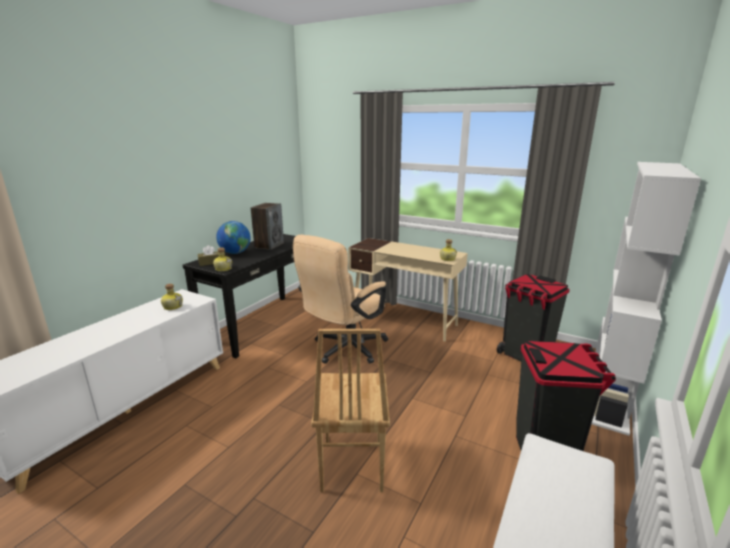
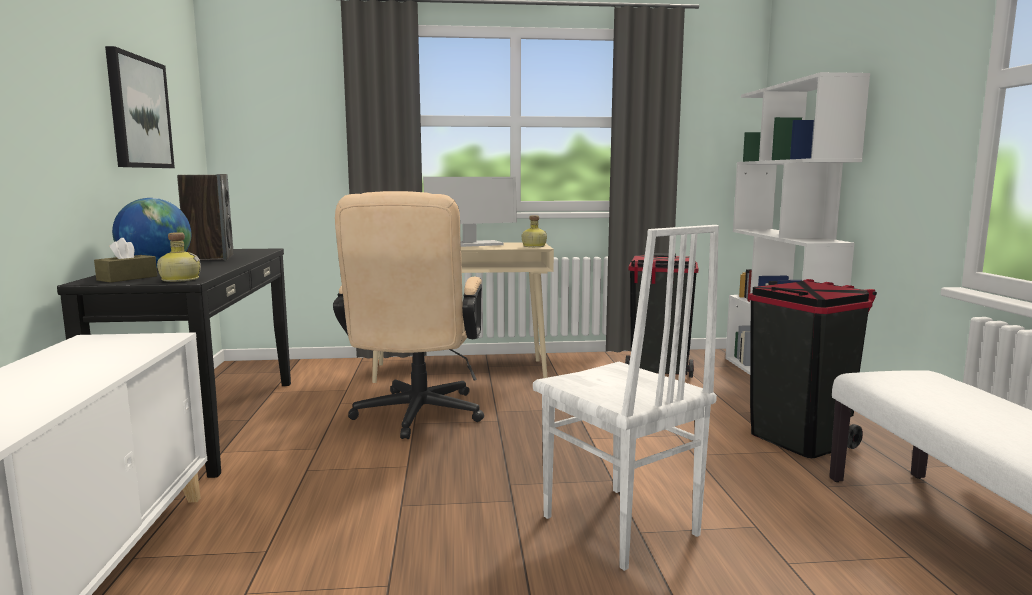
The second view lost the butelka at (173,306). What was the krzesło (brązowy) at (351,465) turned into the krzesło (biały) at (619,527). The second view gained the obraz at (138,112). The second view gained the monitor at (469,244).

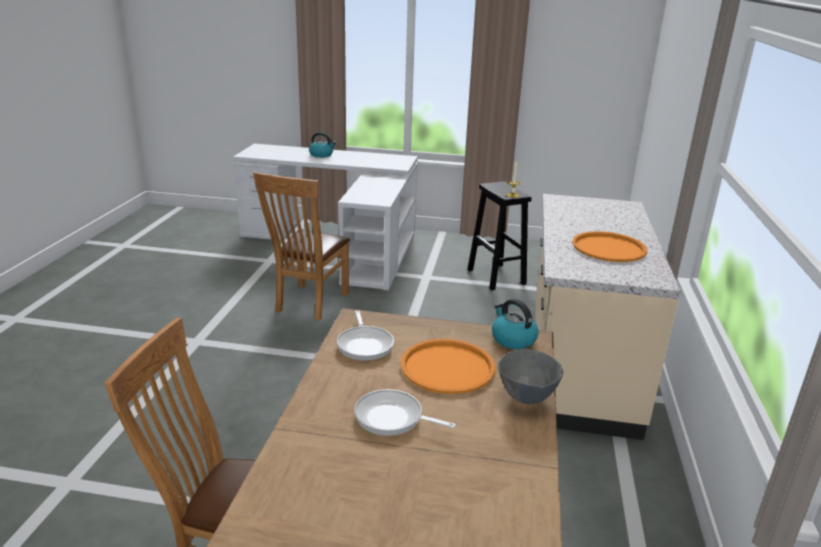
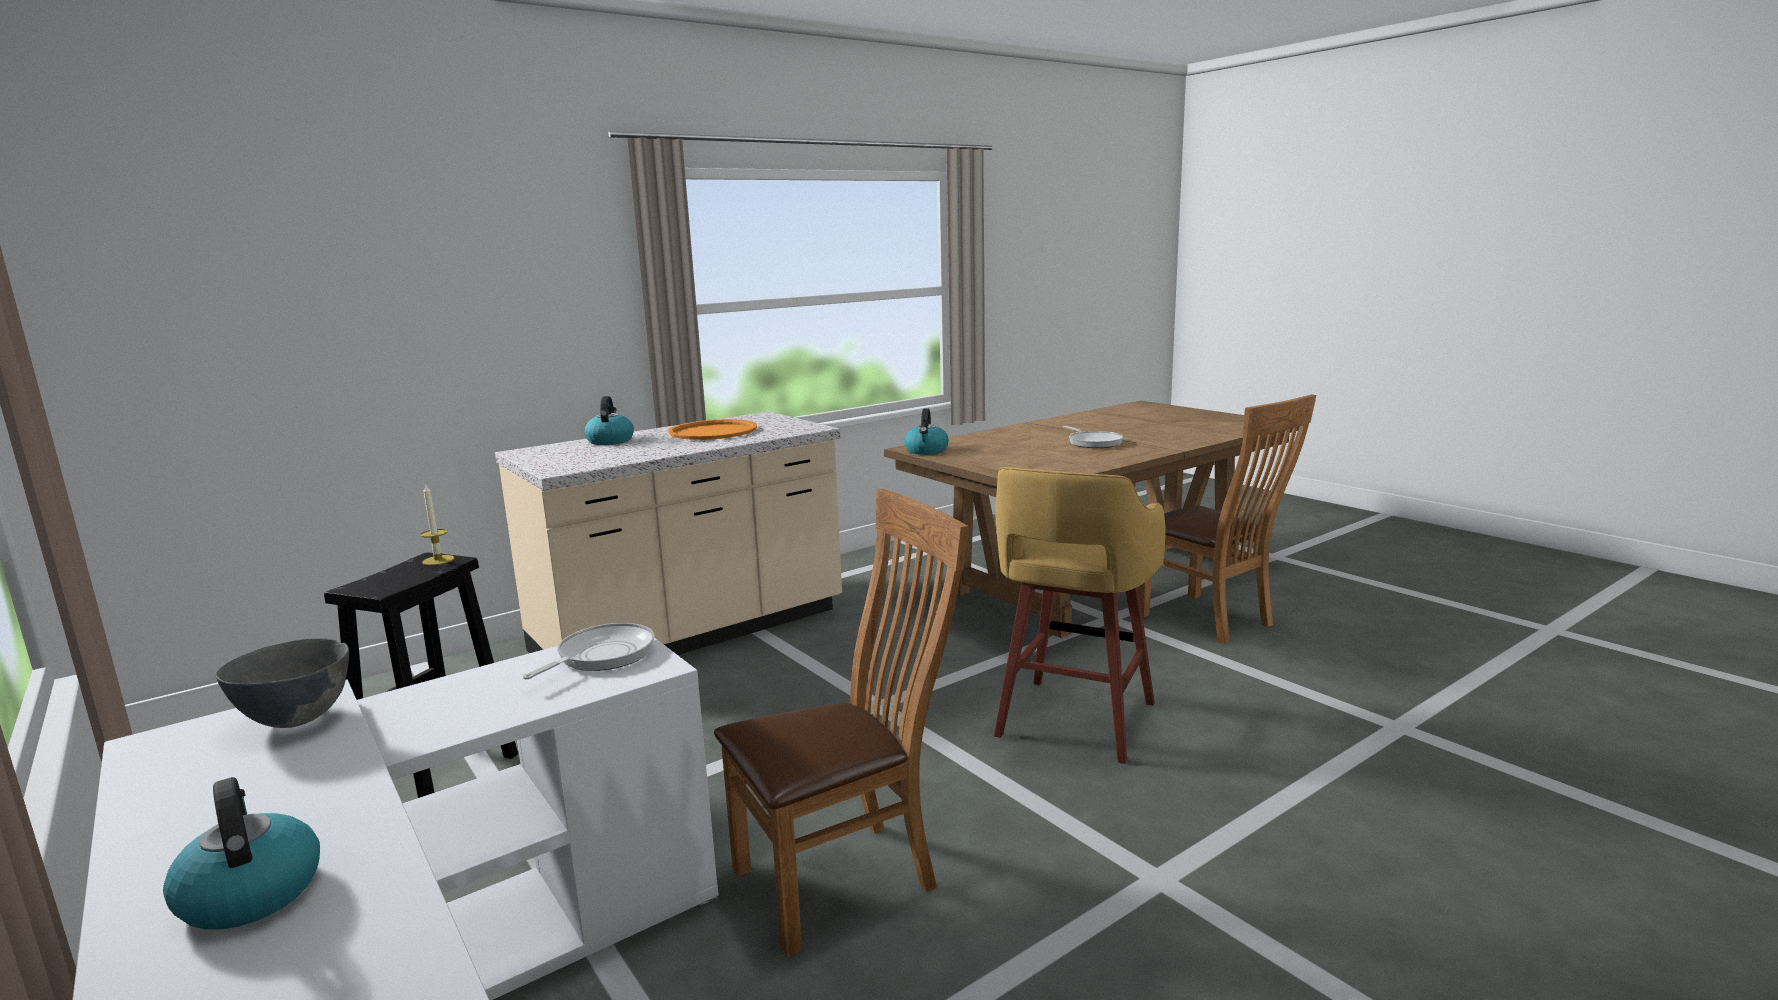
The patelnia ended up elsewhere, having gone from (365,344) to (601,656). The second view lost the taca (pomarańczowy) at (447,367). The miska (szary) ended up elsewhere, having gone from (527,398) to (298,719). The second view gained the czajnik at (610,441). The second view gained the stołek (żółty) at (1073,722).

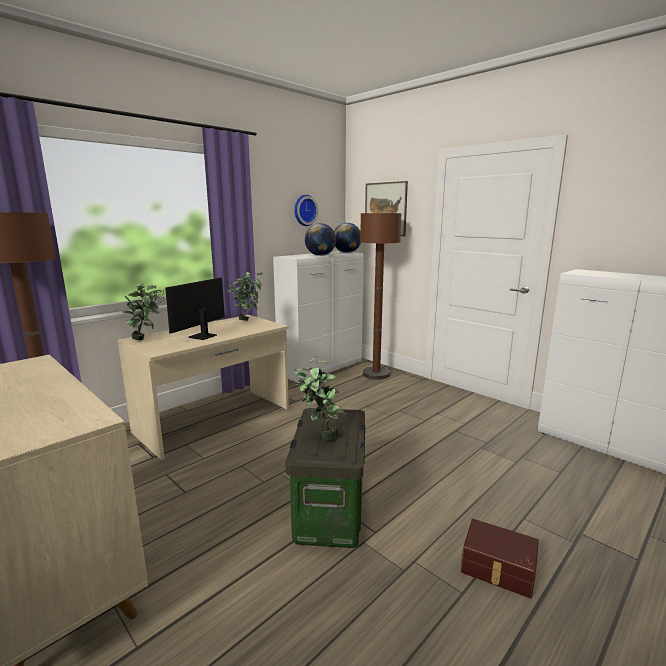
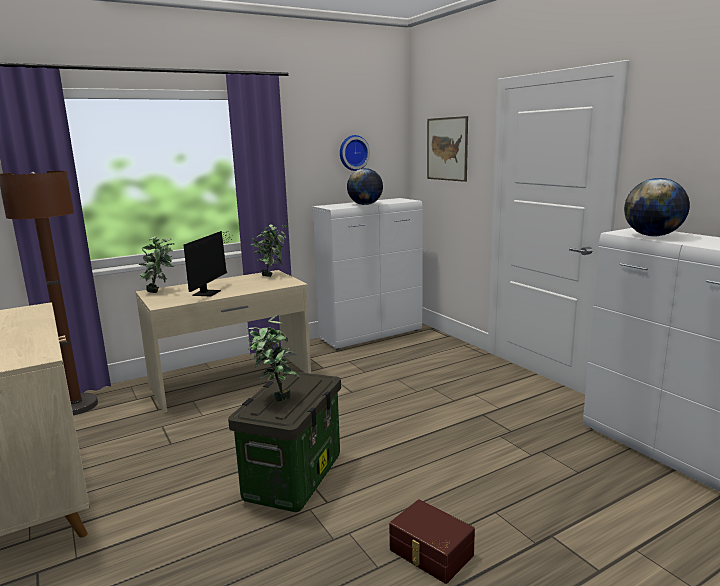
The second view lost the lampa stojąca (brązowy) at (376,374). The globus ended up elsewhere, having gone from (347,252) to (653,236). The monitor at (199,337) ended up facing another way, 150 degrees clockwise from before.

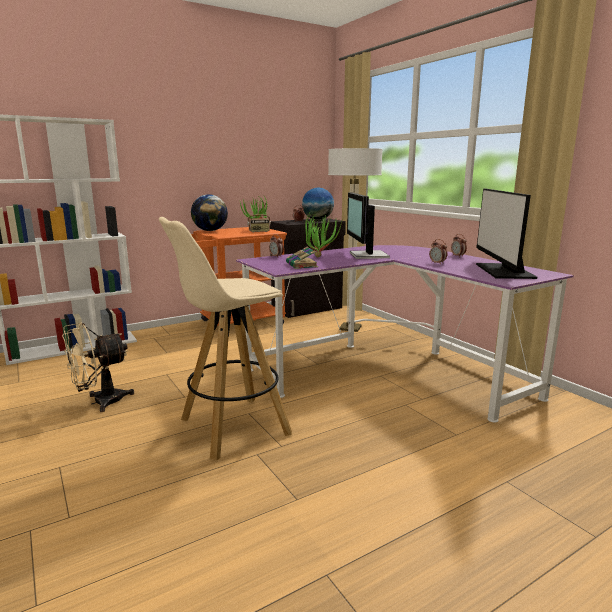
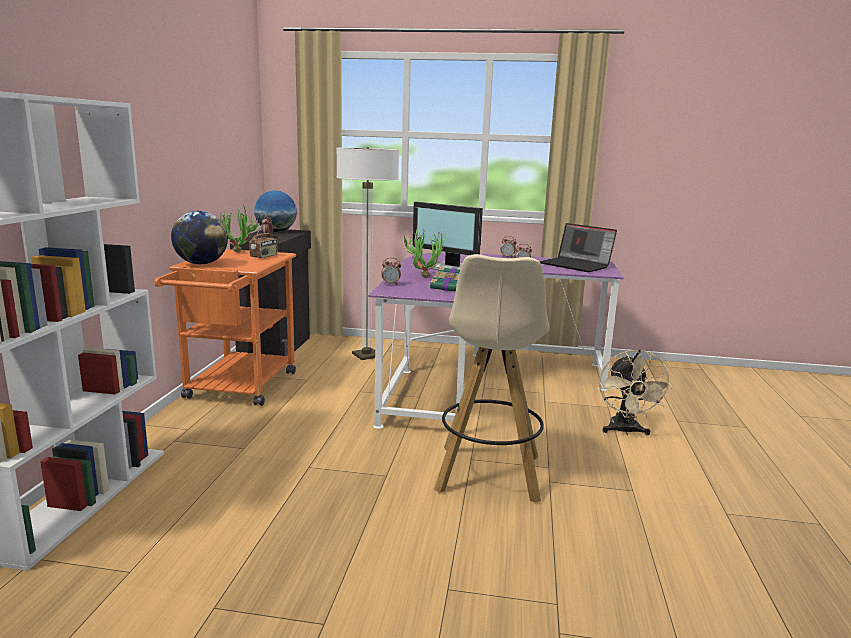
Where the monitor stood at (503,271), the laptop came to stand at (576,265). The wentylator (beżowy) ended up elsewhere, having gone from (100,402) to (625,431).

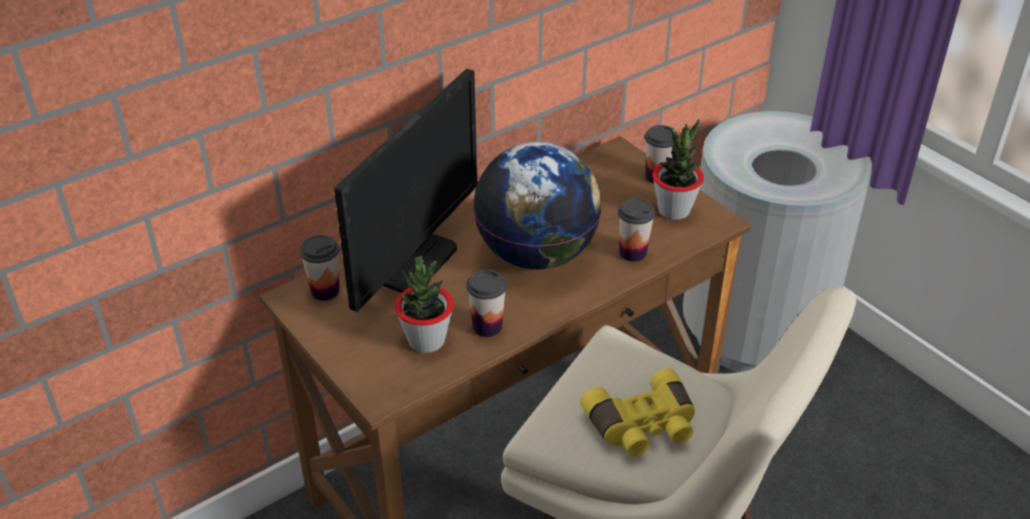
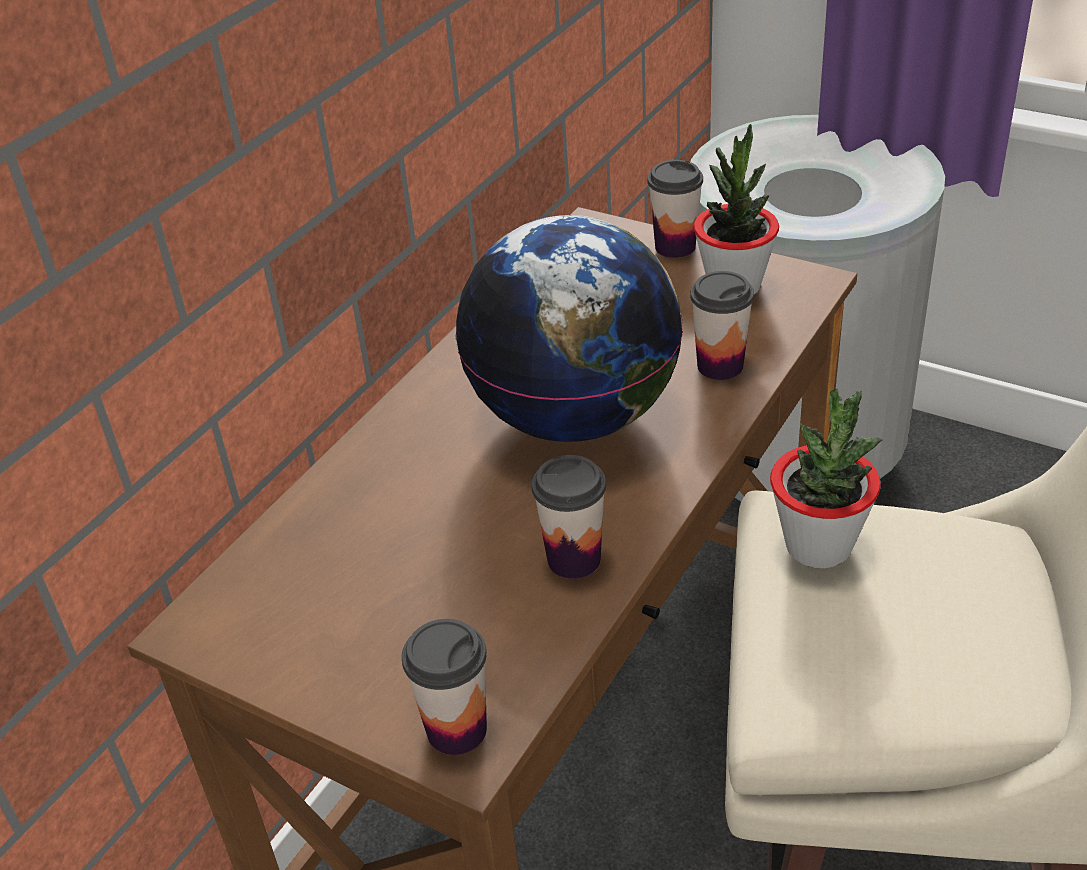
The second view lost the monitor at (413,261). The filiżanka ended up elsewhere, having gone from (325,291) to (456,730). The roślina doniczkowa ended up elsewhere, having gone from (426,341) to (819,546). The second view lost the lornetka (żółty) at (643,427).

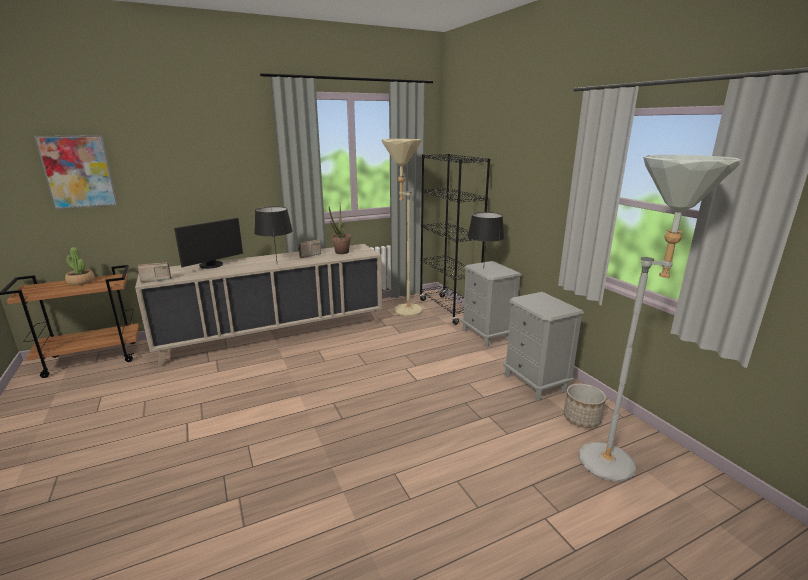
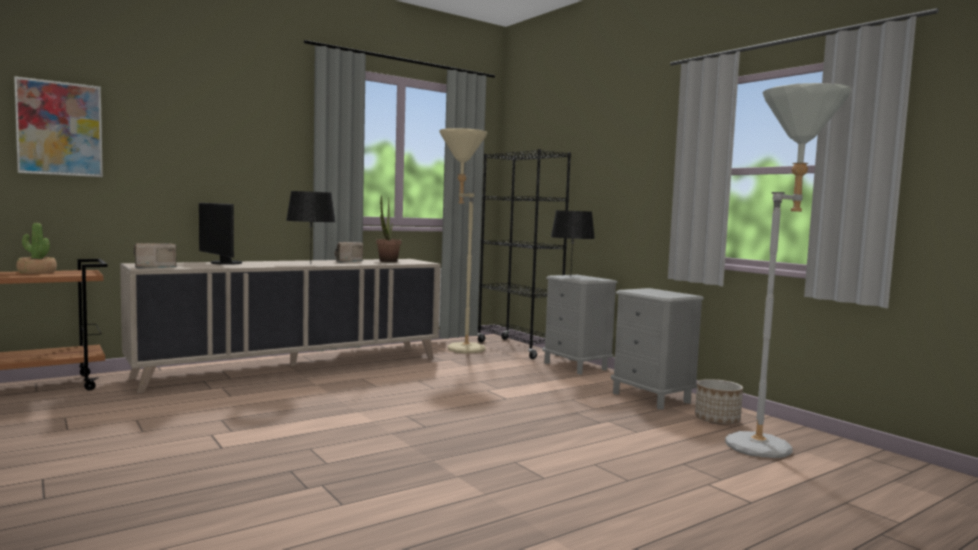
The monitor at (212,265) ended up facing another way, 105 degrees clockwise from before.

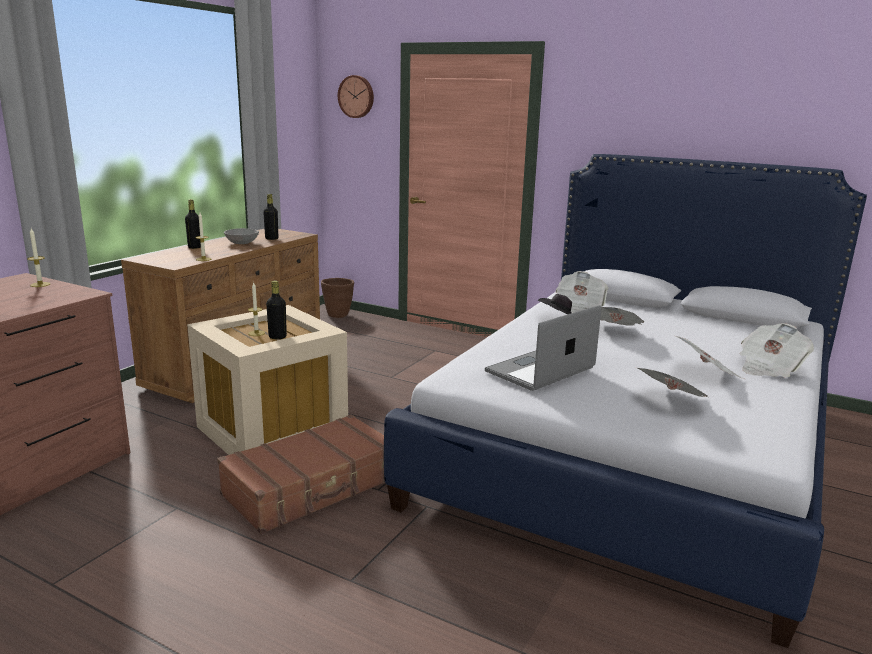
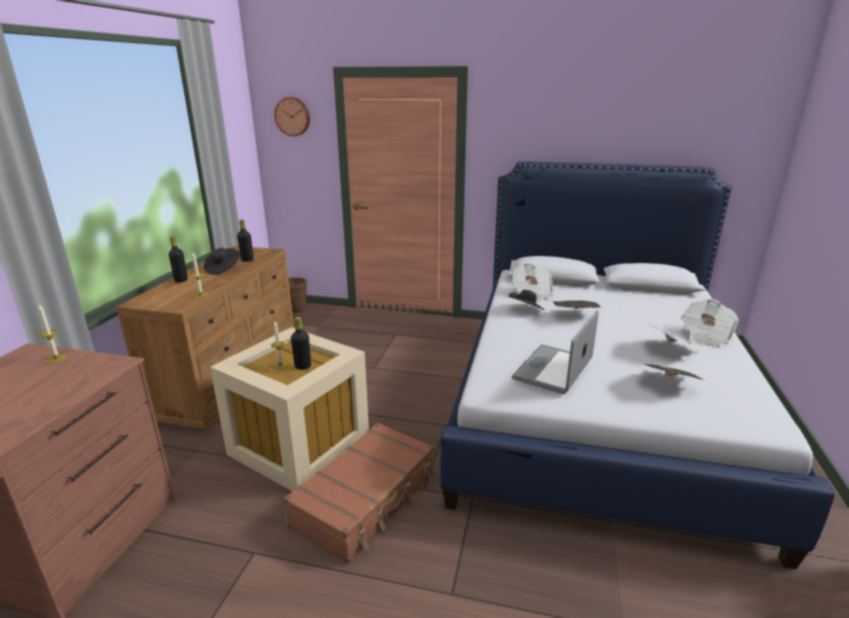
Where the miska (szary) stood at (241,243), the kapelusz (czarny) came to stand at (223,269).

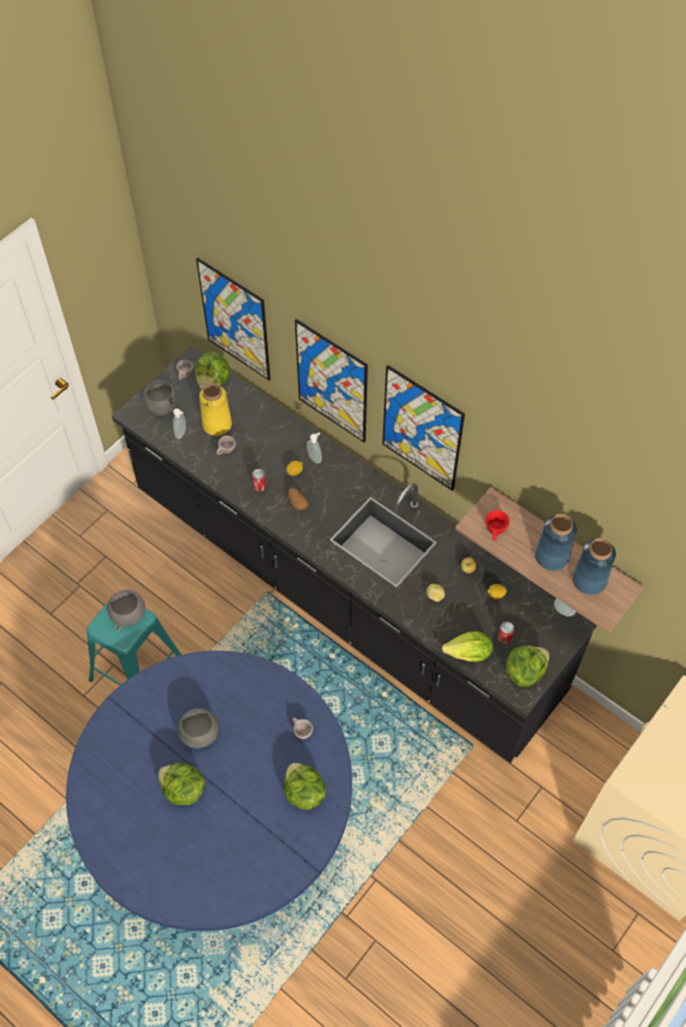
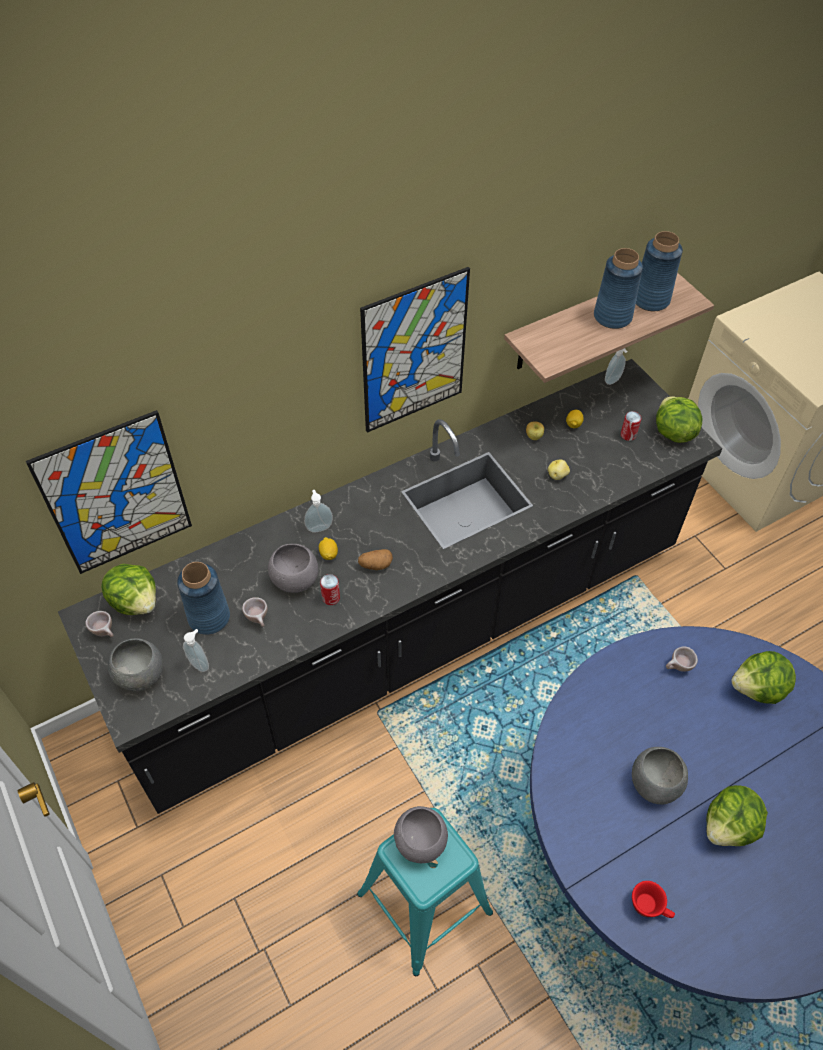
The second view lost the obraz at (332,382). What was the wazon (żółty) at (217,424) turned into the wazon (niebieski) at (209,617). The filiżanka (czerwony) ended up elsewhere, having gone from (495,531) to (650,906). The second view lost the sałata at (469,654). The second view gained the miska (szary) at (295,579).

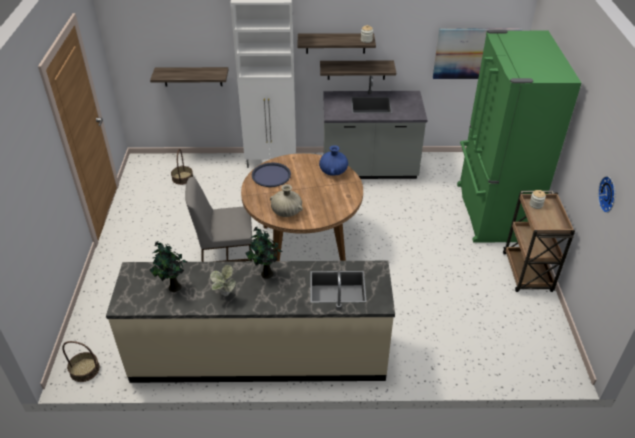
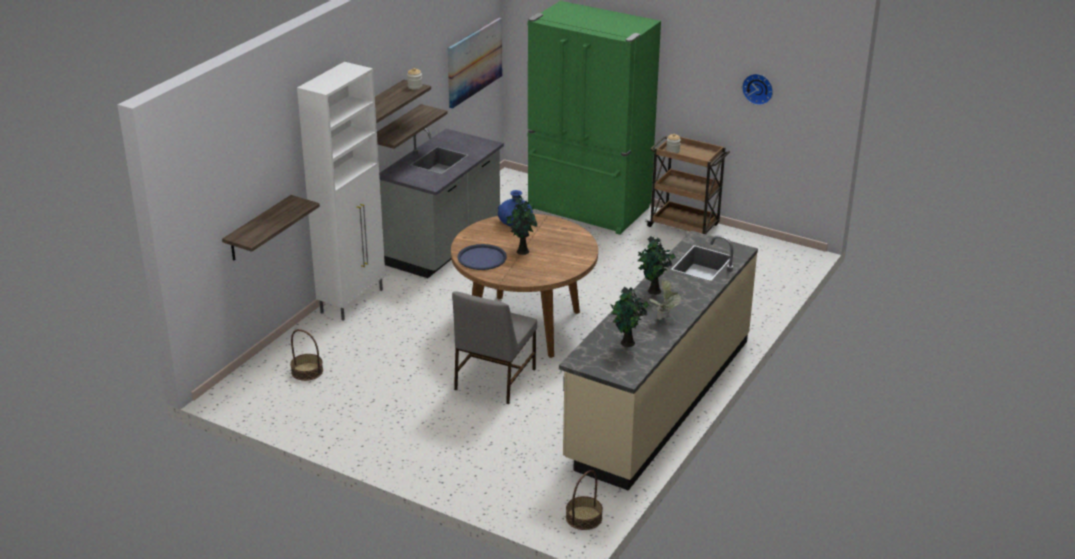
The second view lost the wazon (beżowy) at (286,212). The second view gained the roślina doniczkowa at (522,251).

